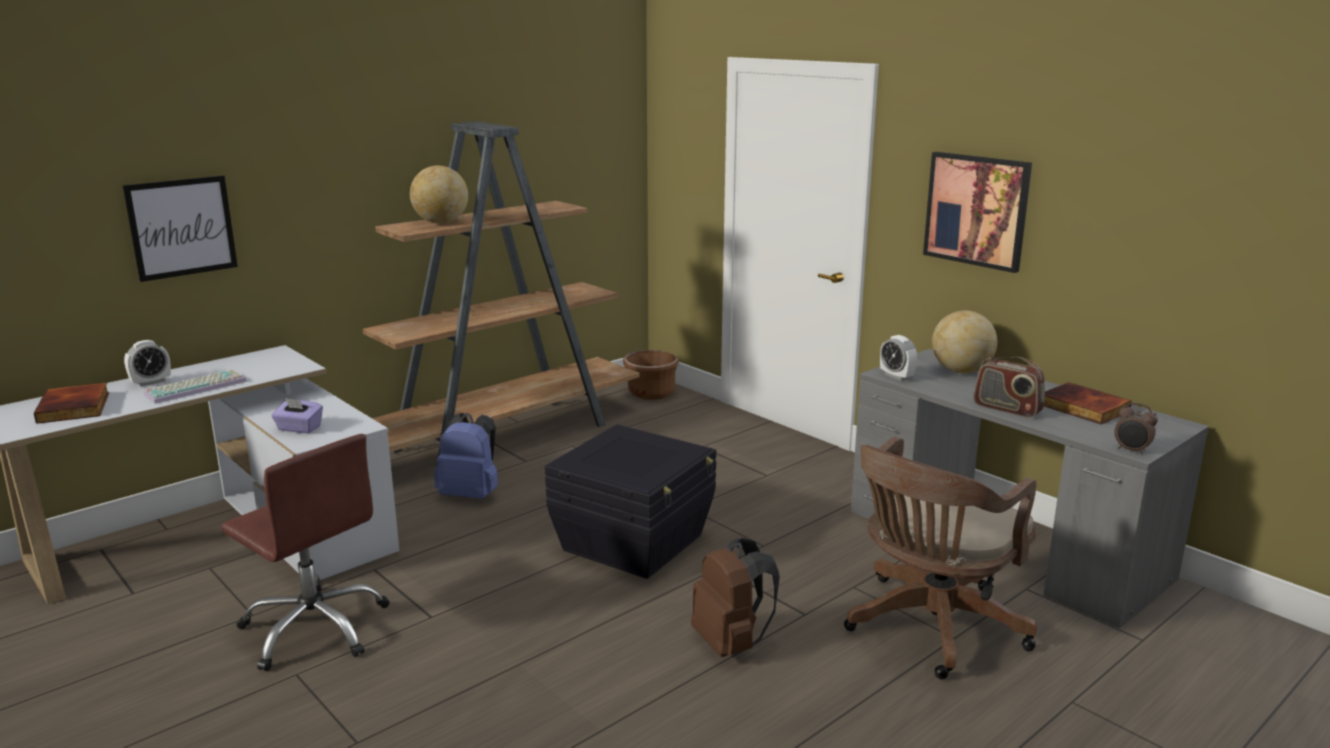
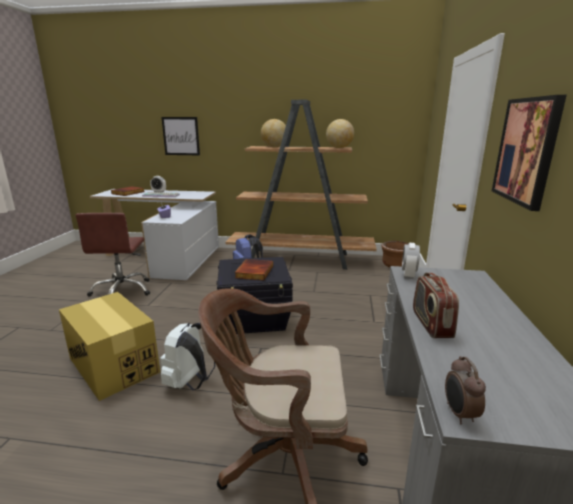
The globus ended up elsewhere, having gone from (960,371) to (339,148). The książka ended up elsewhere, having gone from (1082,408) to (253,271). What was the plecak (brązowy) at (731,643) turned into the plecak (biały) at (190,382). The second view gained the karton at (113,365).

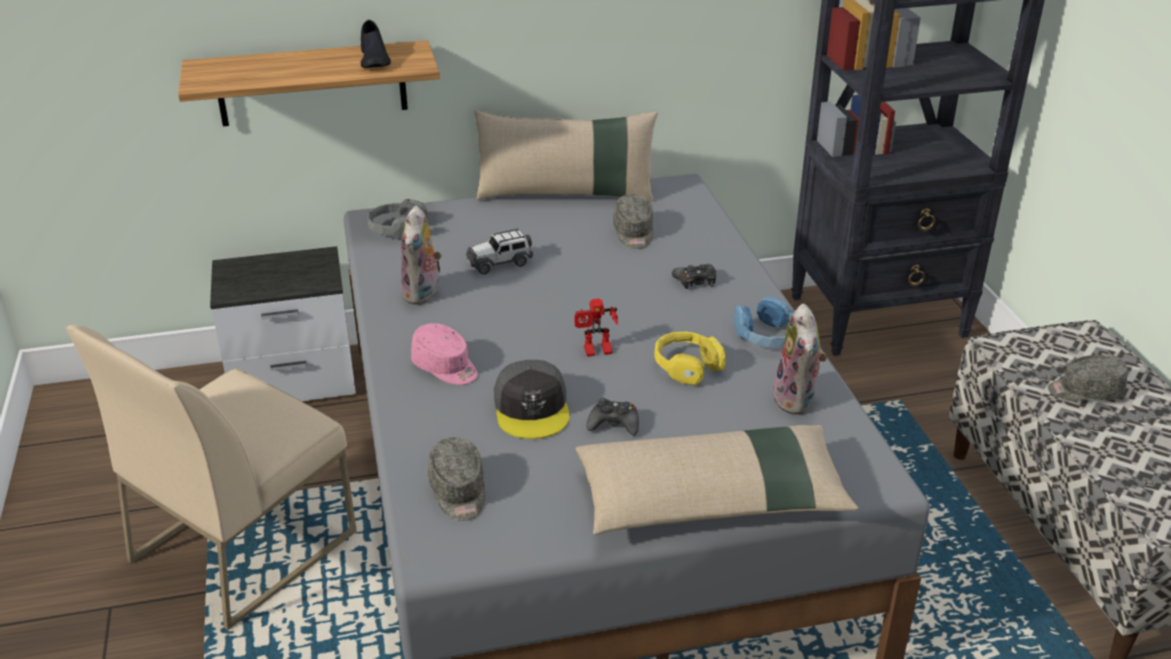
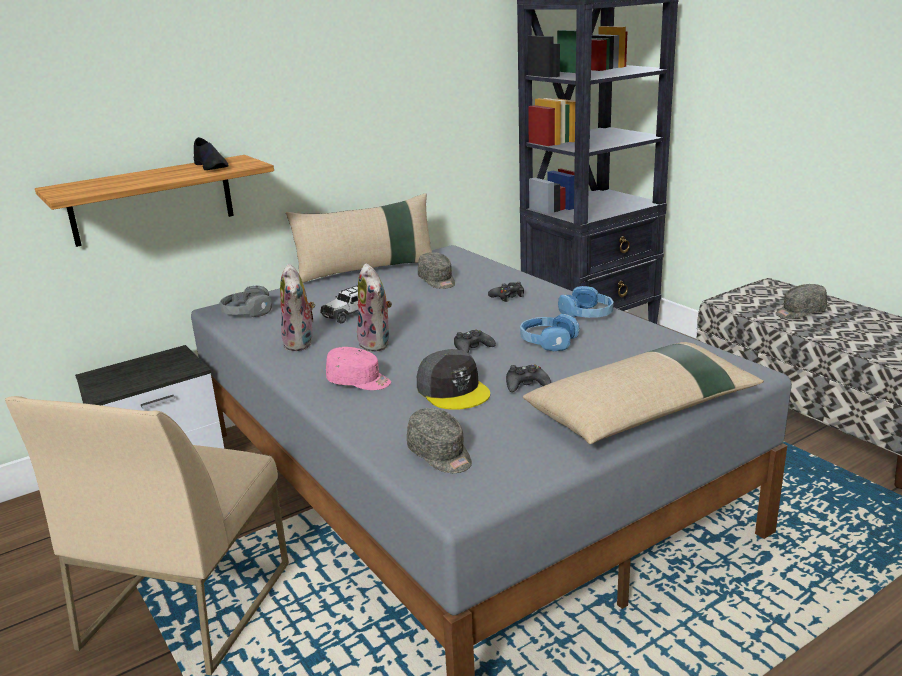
Where the robot zabawkowy stood at (596,352), the pad do gier (czarny) came to stand at (472,348). The pluszak ended up elsewhere, having gone from (797,400) to (377,344). What was the słuchawki (żółty) at (687,366) turned into the słuchawki (niebieski) at (548,341).

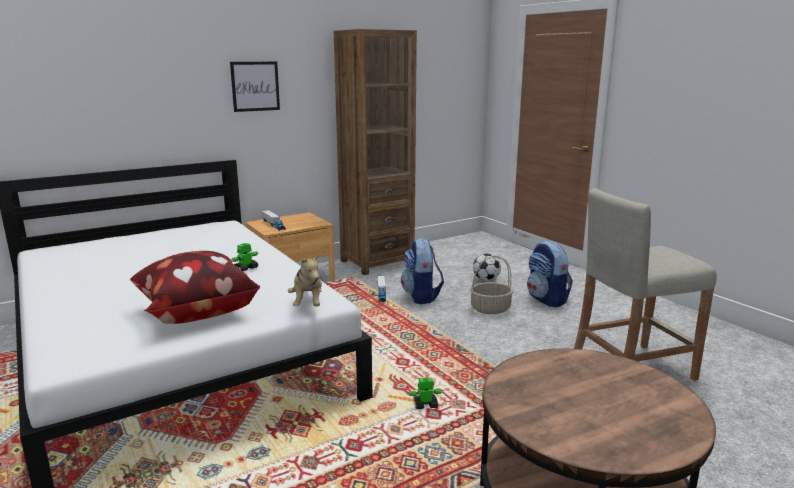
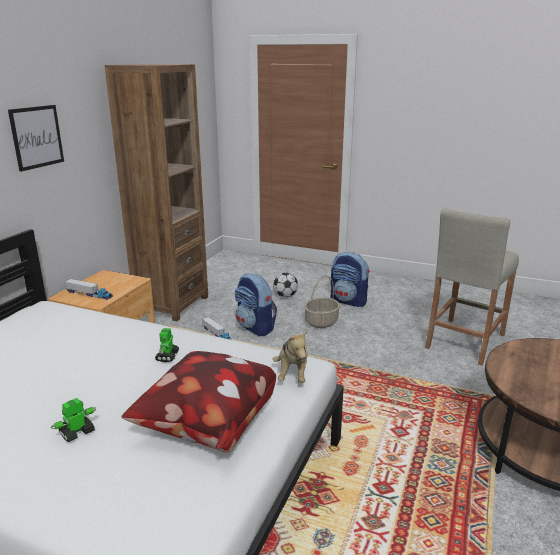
The pluszak at (308,303) ended up facing another way, 45 degrees clockwise from before. The robot zabawkowy ended up elsewhere, having gone from (425,405) to (76,433).

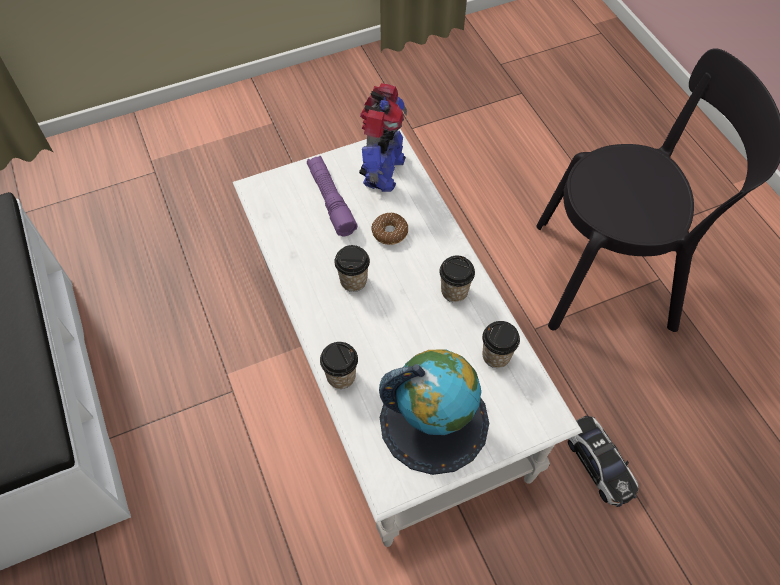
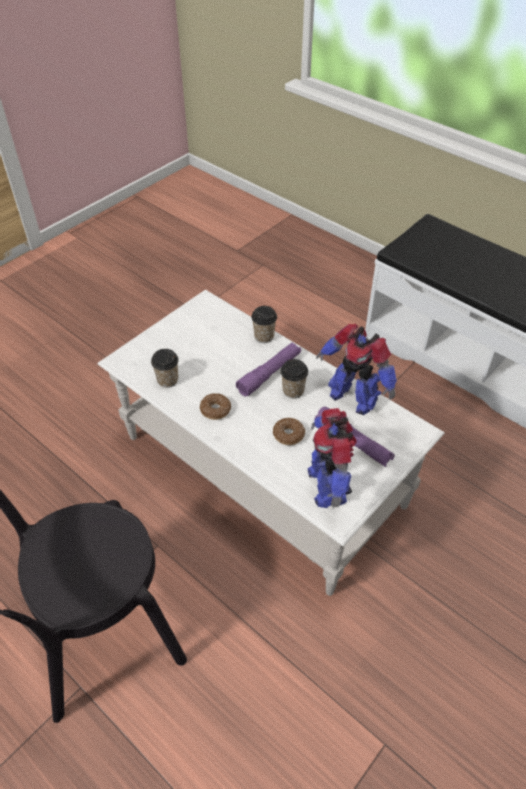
Where the filiżanka stood at (454,291), the donut came to stand at (215,410). The second view lost the globus at (434,420). The second view lost the samochodzik at (598,463). The second view gained the robot zabawkowy at (353,397). The second view gained the latarka (fioletowy) at (269,373).

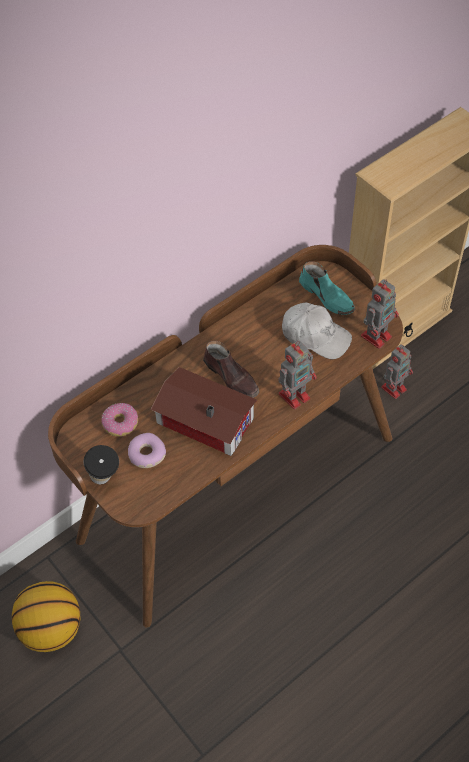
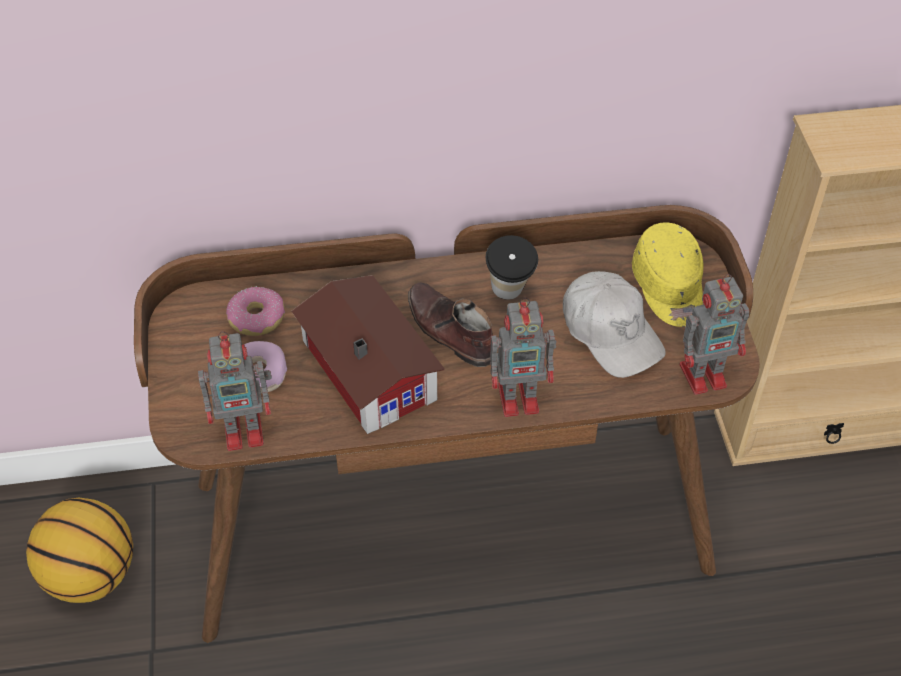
Where the but (turkusowy) stood at (327,296), the czapka z daszkiem (żółty) came to stand at (668,288). The but (brązowy) at (232,377) ended up facing another way, 150 degrees clockwise from before. The robot zabawkowy ended up elsewhere, having gone from (394,387) to (246,430). The filiżanka ended up elsewhere, having gone from (105,480) to (509,296).

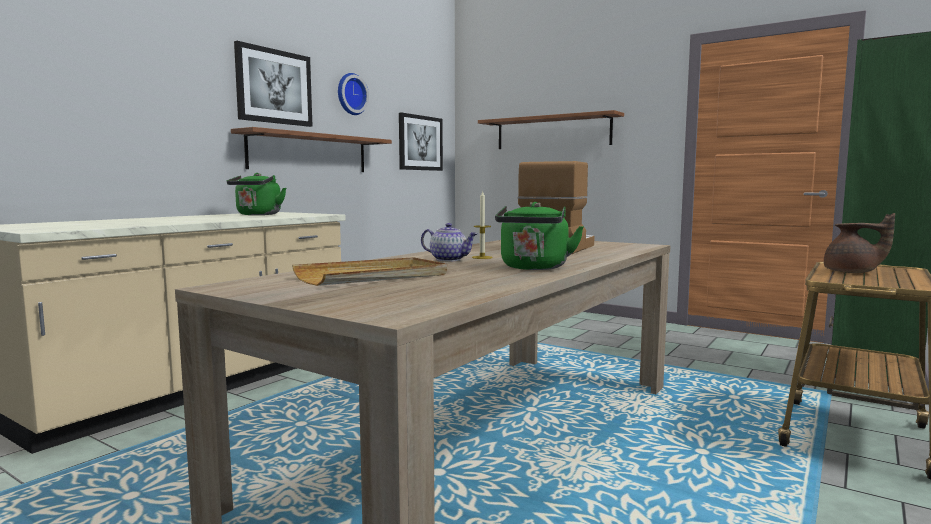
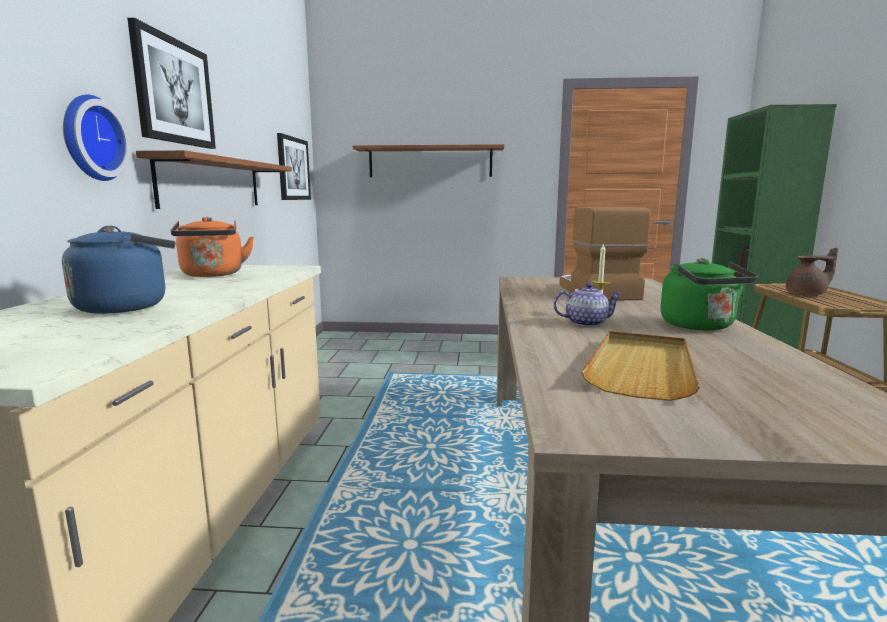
The zegar ścienny ended up elsewhere, having gone from (350,94) to (90,138). What was the czajnik (zielony) at (258,215) turned into the czajnik (pomarańczowy) at (212,275). The second view gained the czajnik (niebieski) at (127,307).

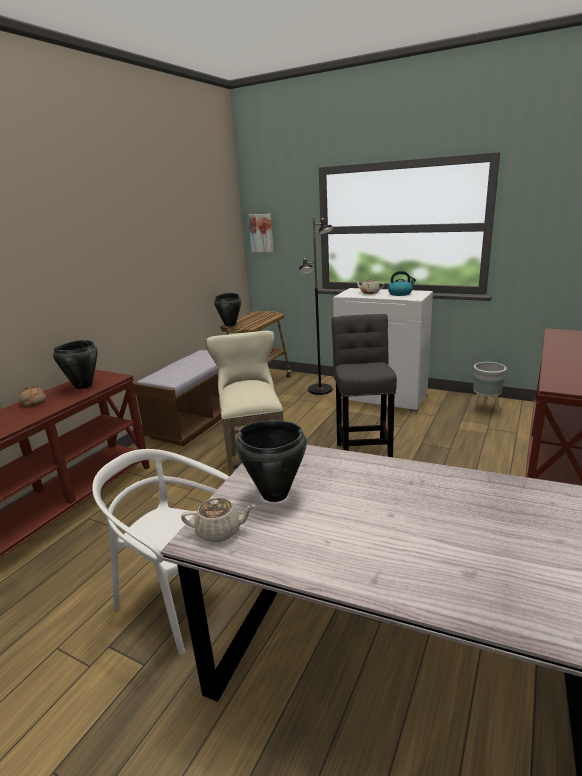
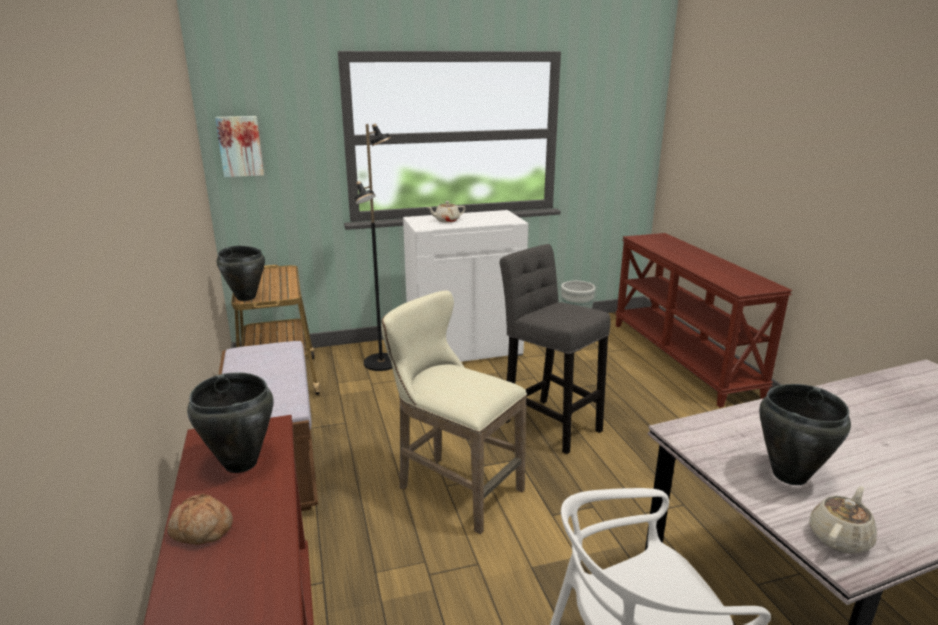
The second view lost the czajnik at (400,293).

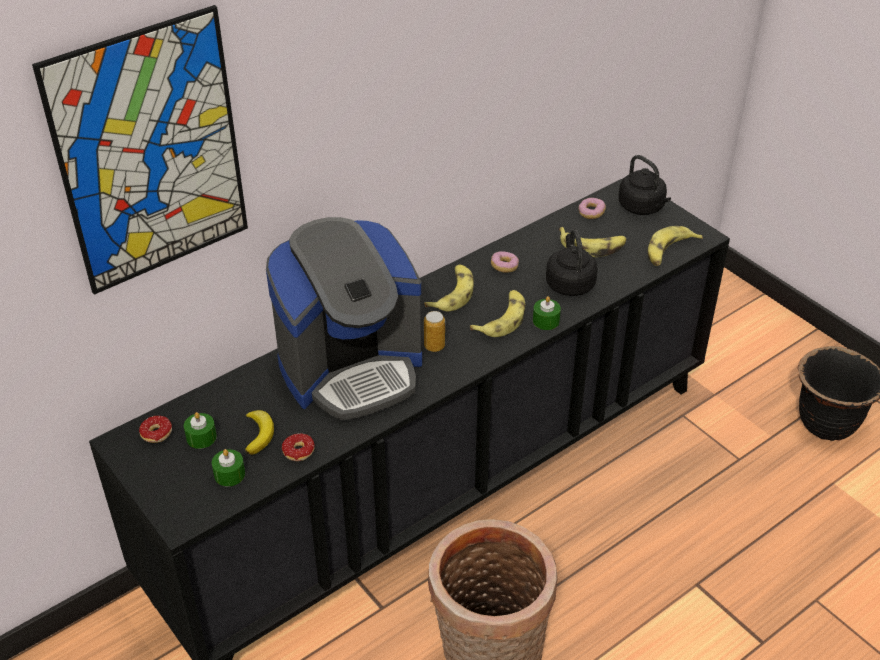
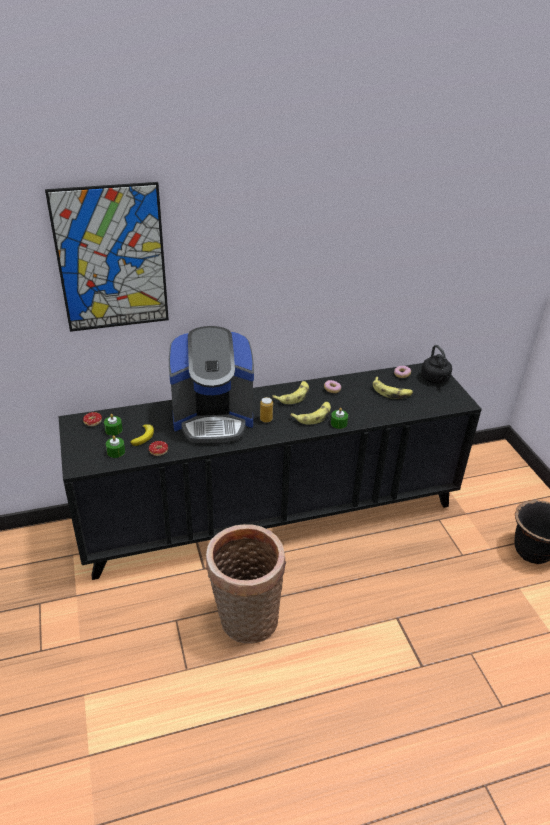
The second view lost the banan at (669,252). The second view lost the czajnik (czarny) at (569,283).

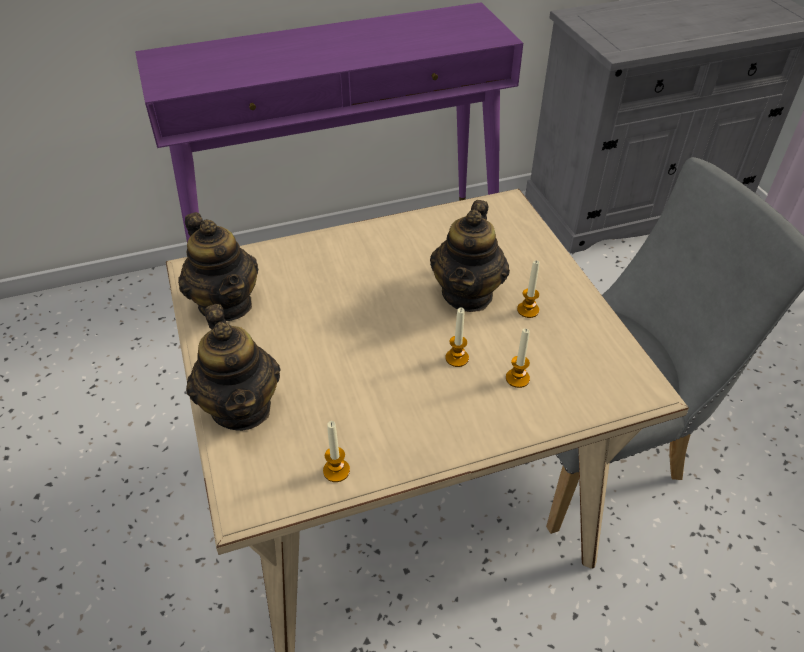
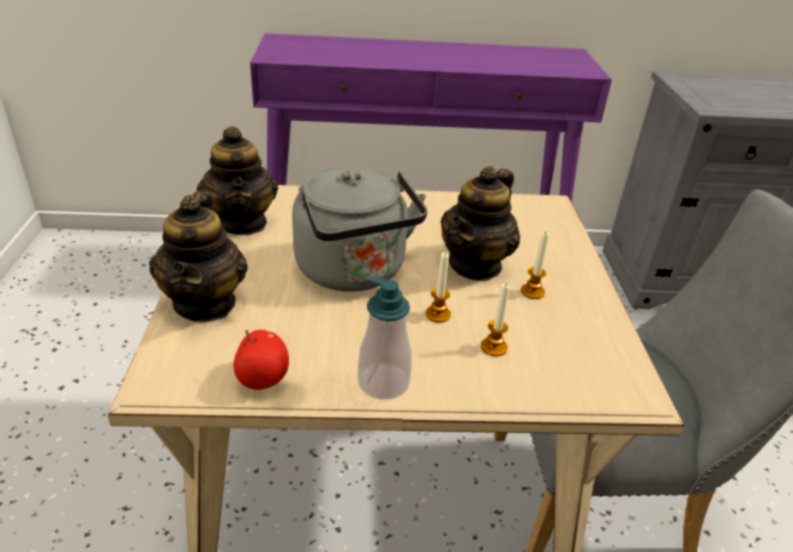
Where the świeca stood at (336,471), the jabłko came to stand at (262,379). The second view gained the czajnik (szary) at (354,272). The second view gained the dozownik mydła at (383,383).

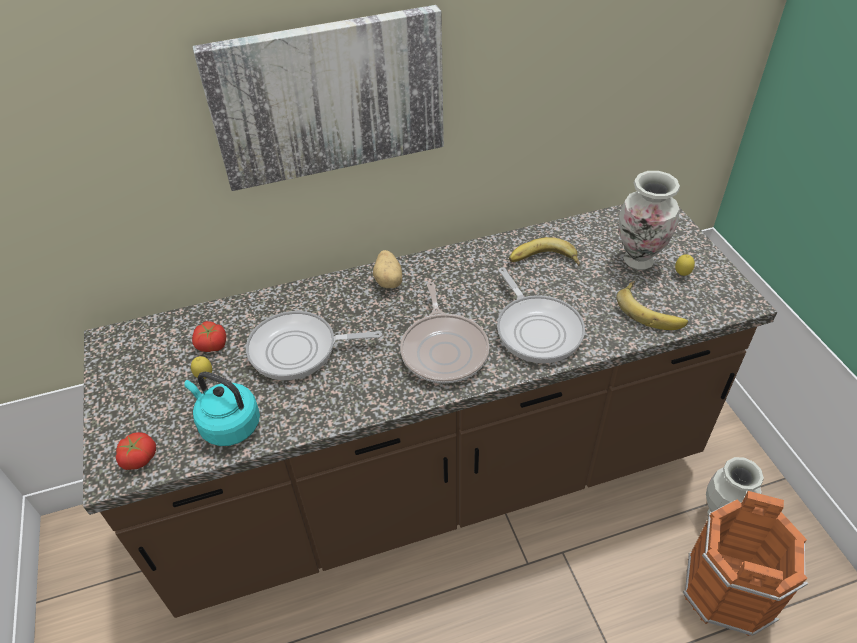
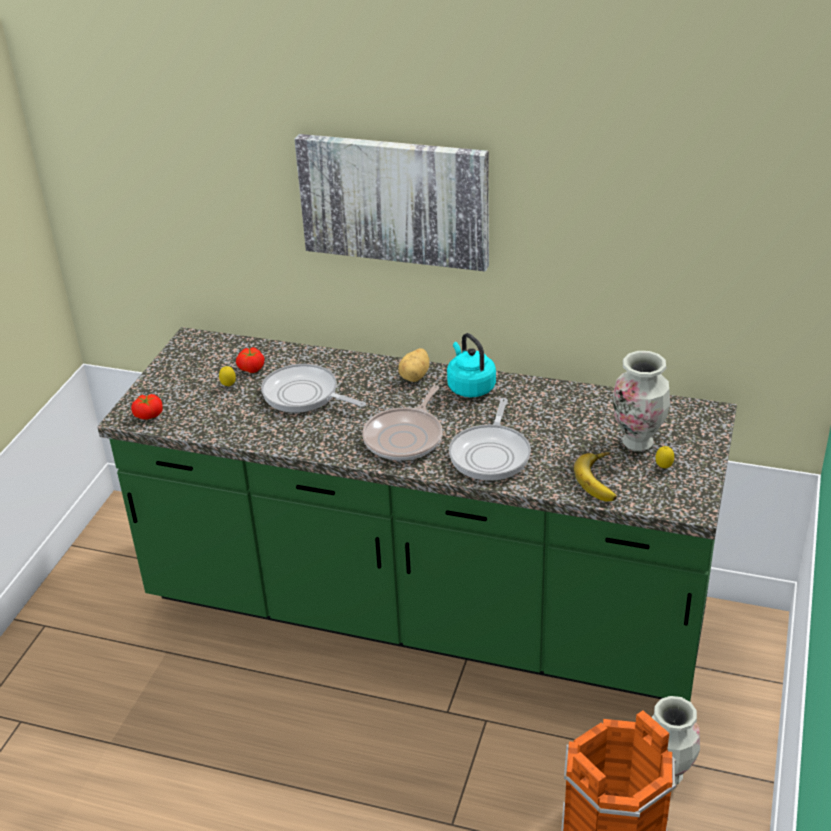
What was the zabudowa kuchenna (brązowy) at (435,481) turned into the zabudowa kuchenna (zielony) at (424,613). The second view lost the banan at (544,261). The czajnik (turkusowy) ended up elsewhere, having gone from (228,425) to (470,387).

